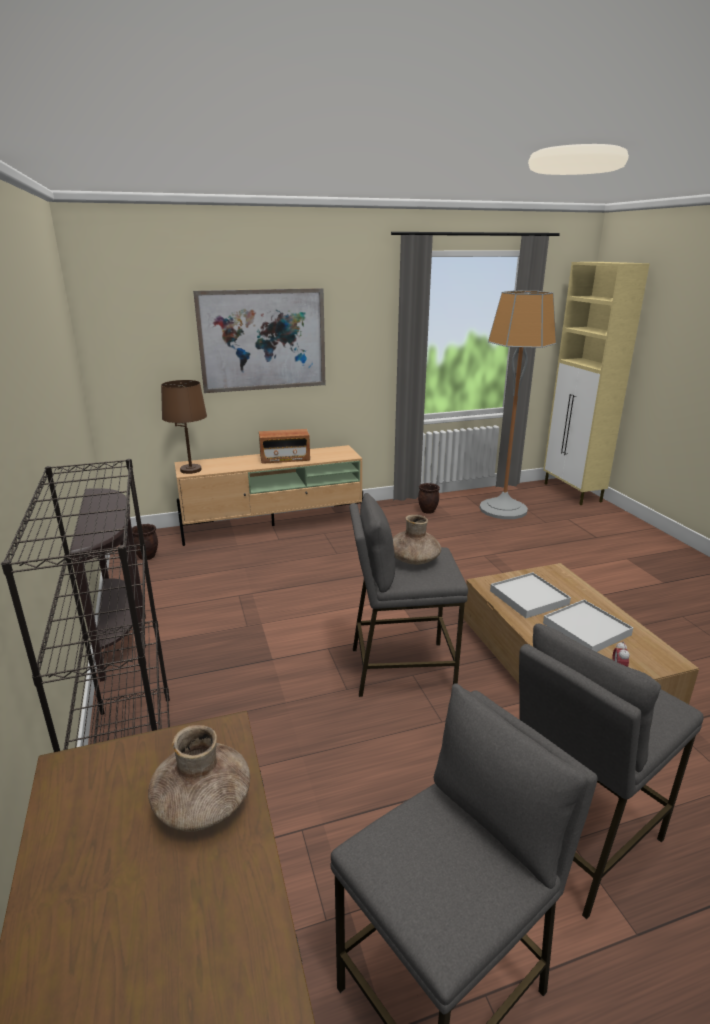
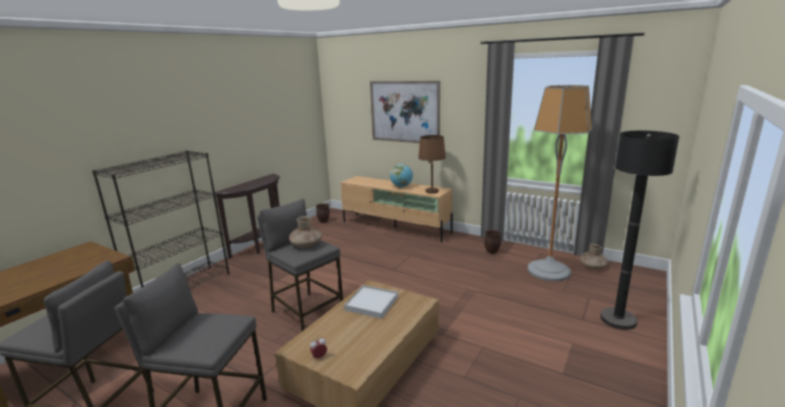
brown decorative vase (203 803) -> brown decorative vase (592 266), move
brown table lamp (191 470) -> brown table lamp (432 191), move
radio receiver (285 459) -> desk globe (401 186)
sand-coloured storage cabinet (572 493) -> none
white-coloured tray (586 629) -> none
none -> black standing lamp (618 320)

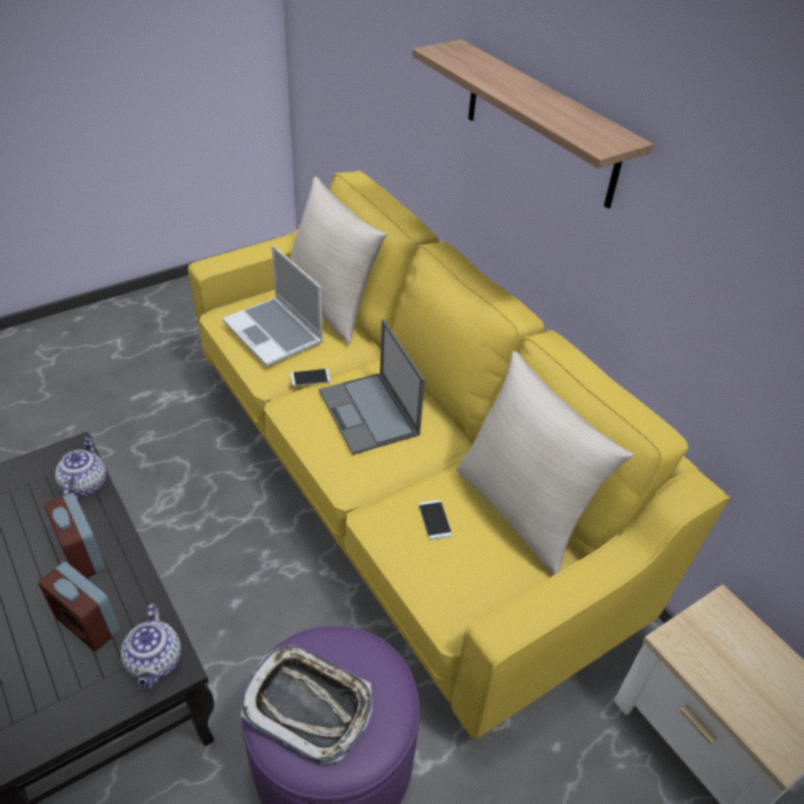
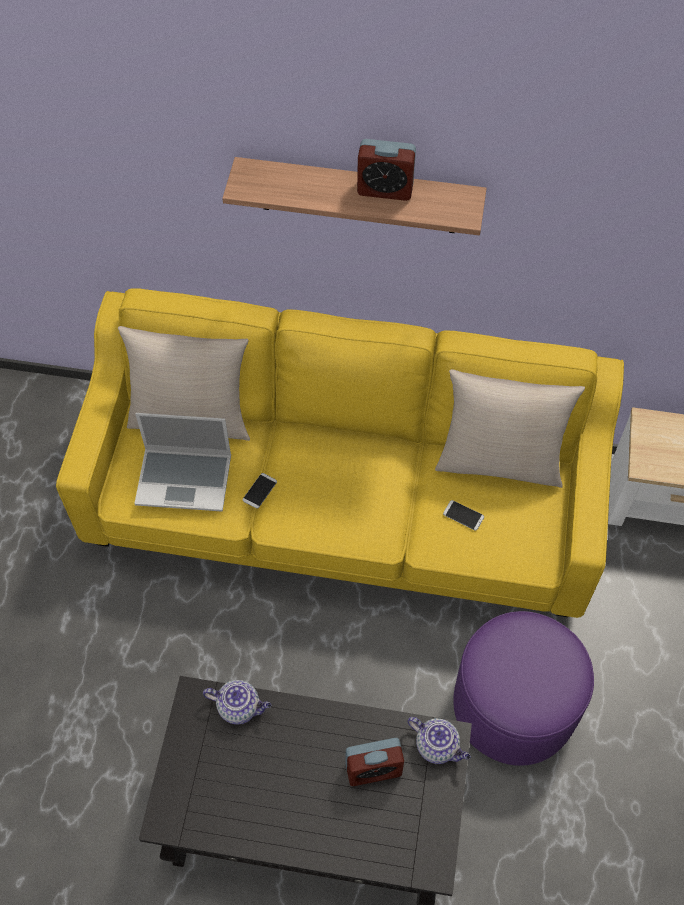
table clock (83 555) -> table clock (385 189), move
pot for tea (85 485) -> pot for tea (240 707), 150 degrees clockwise
tray (308 705) -> none
portable computer (369 413) -> none

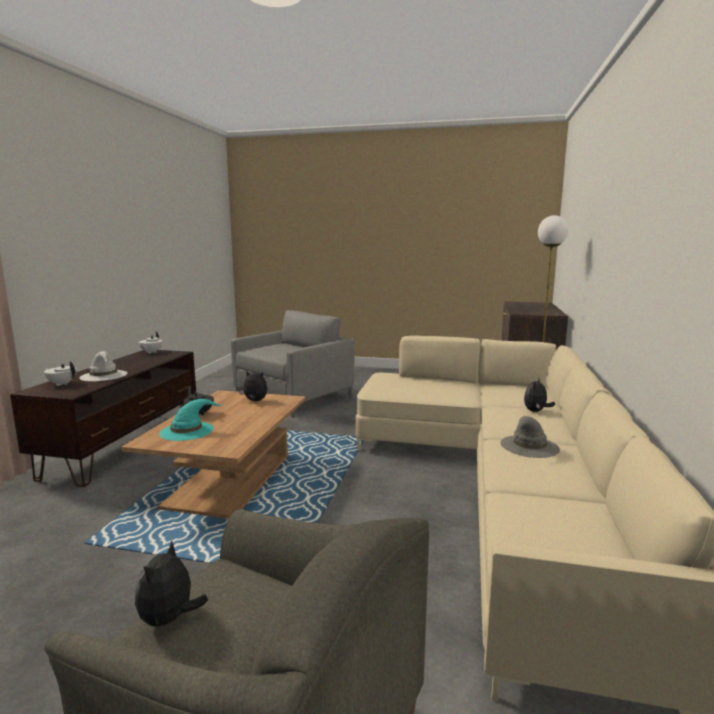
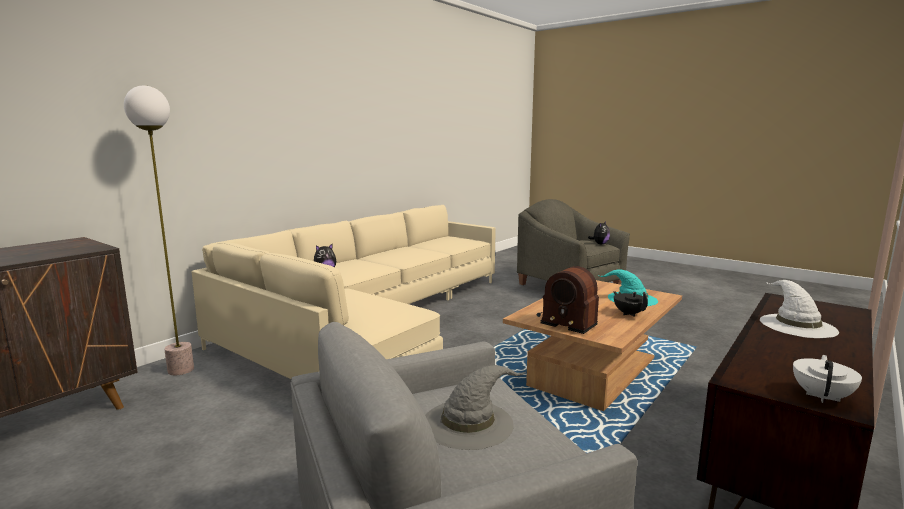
white-coloured pot for tea (62 384) -> none
cuddly toy (255 401) -> radio receiver (566 320)
greyish clothing hat (529 446) -> greyish clothing hat (469 422), move

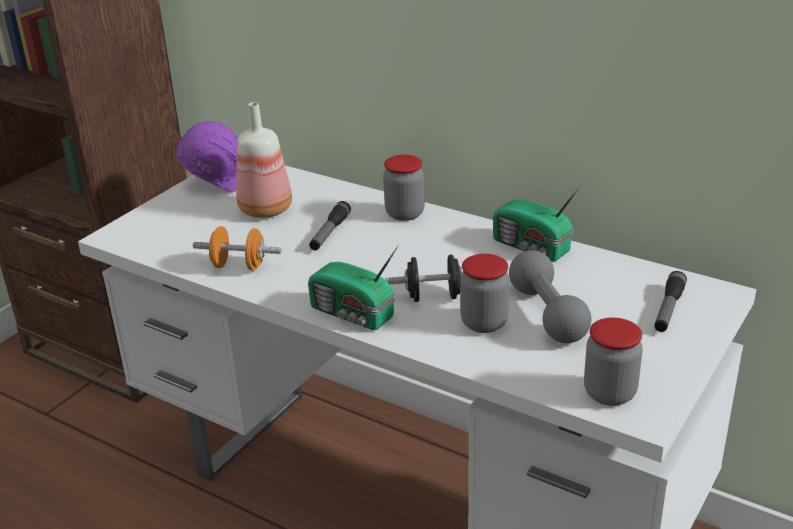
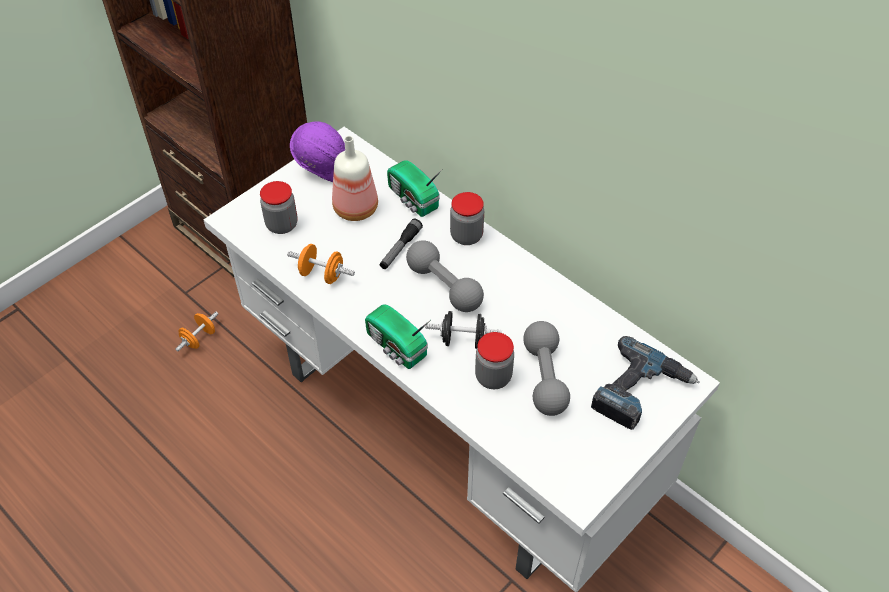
radio receiver (532 247) -> radio receiver (413 199), move
storage jar (609 393) -> storage jar (282 225), move
flashlight (668 309) -> drill (640 391)
none -> orange-coloured dumbbell (199 338)
none -> greyish dumbbell (444 286)

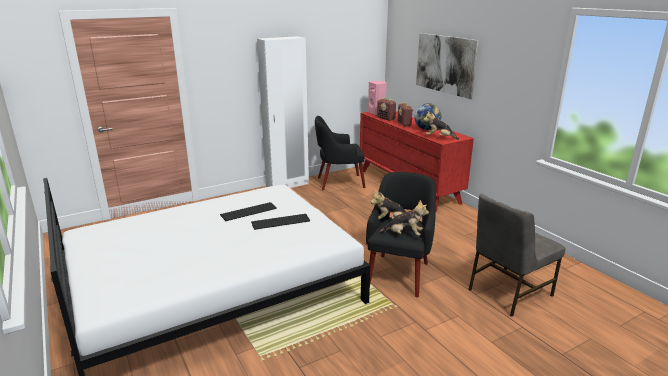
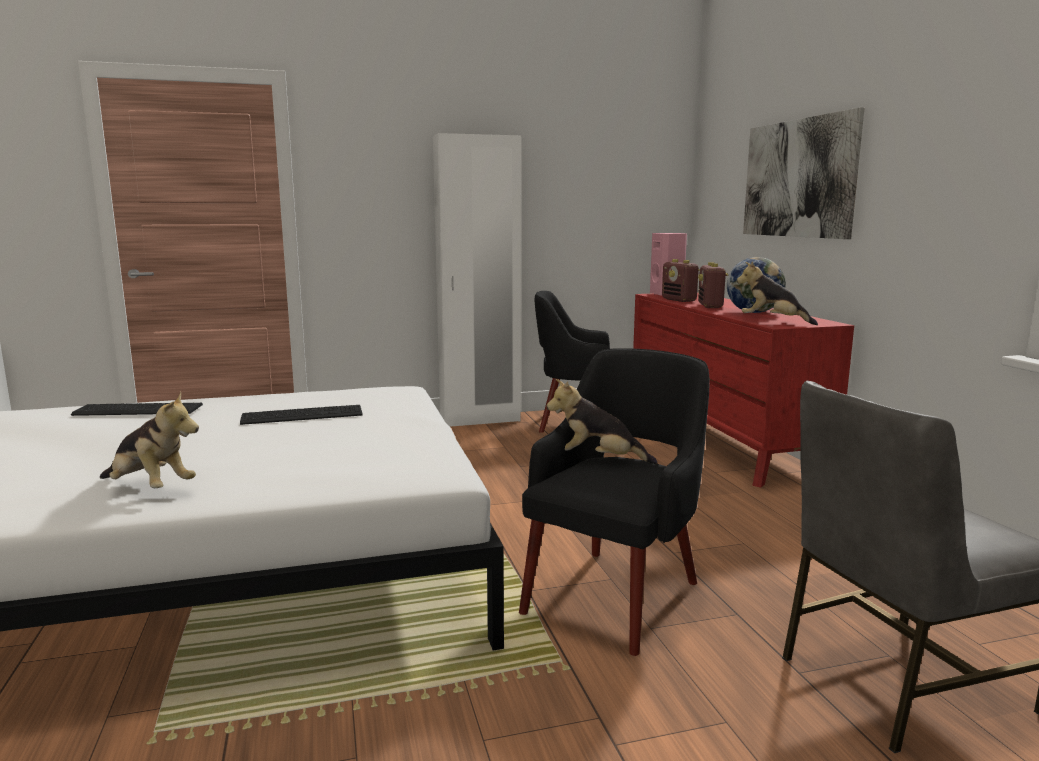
keyboard (279 221) -> keyboard (138 409), move
cuddly toy (404 234) -> cuddly toy (150 488), move

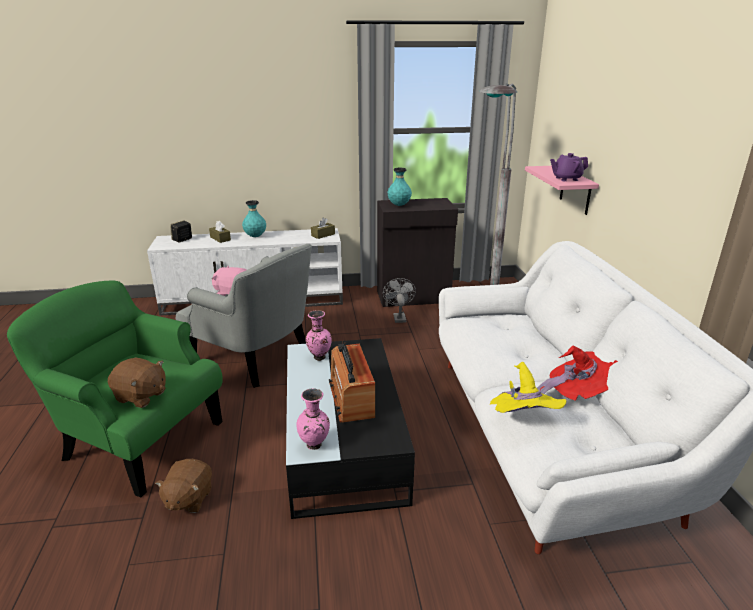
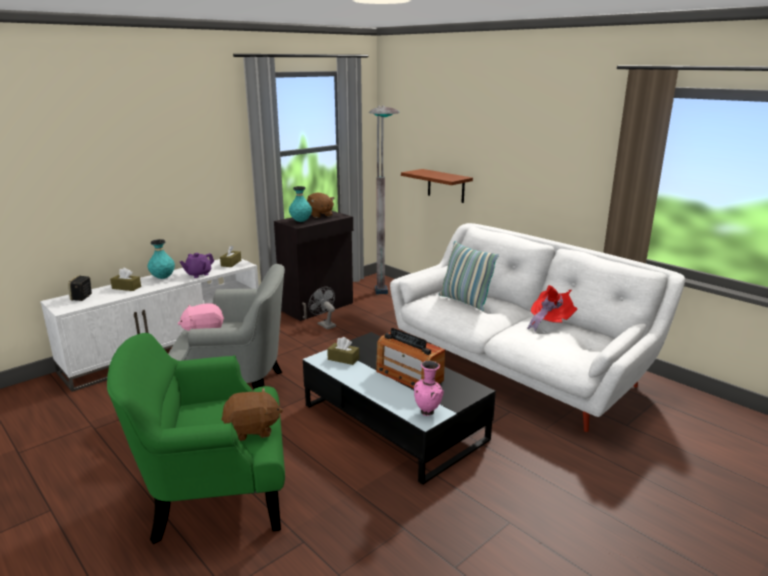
brown cuddly toy (188 499) -> brown cuddly toy (320 215), move
pink-coloured decorative vase (318 357) -> brown box of tissues (343 359)
yellowish clothing hat (522 421) -> none
pink-coloured wall shelf (575 190) -> brown wall shelf (446 186)
purplish pot for tea (566 179) -> purplish pot for tea (198 274), move
none -> throw pillow (464 301)

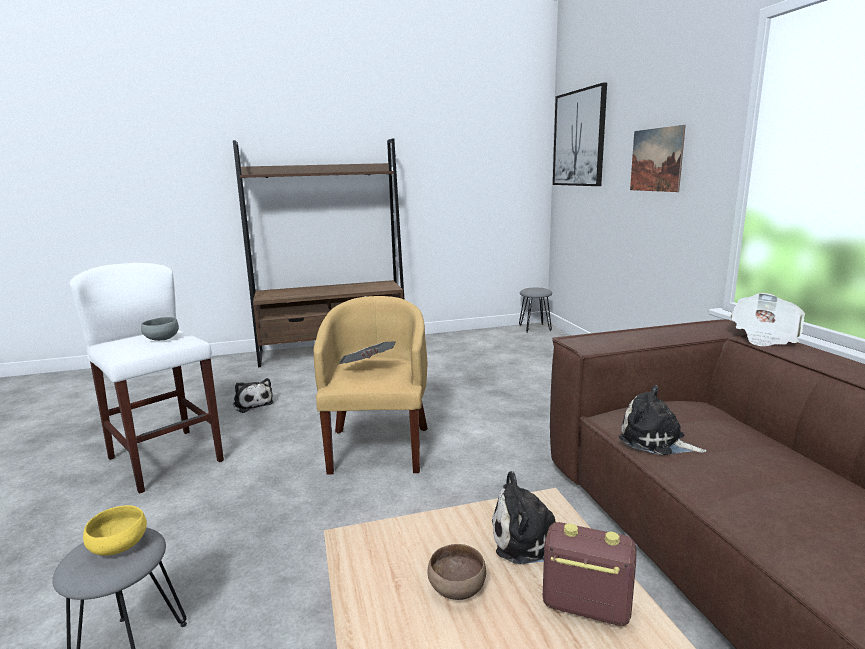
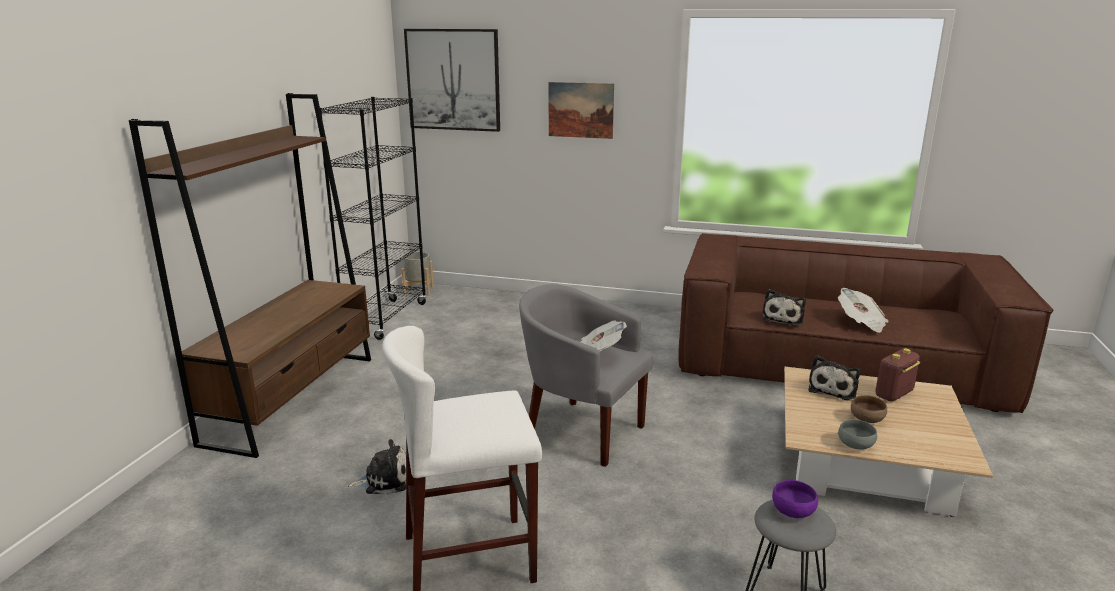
yellowish deep dish (120 547) -> purplish deep dish (793 511)
greyish deep dish (161 339) -> greyish deep dish (856 446), move
yellowish armchair (378 447) -> greyish armchair (581 431)
greyish stool (534 328) -> greyish planter (419 291)
cuddly toy (656 441) -> cuddly toy (783 318), 45 degrees counterclockwise
newspaper (764 337) -> newspaper (861 323), move
none -> black shelving unit (386 319)

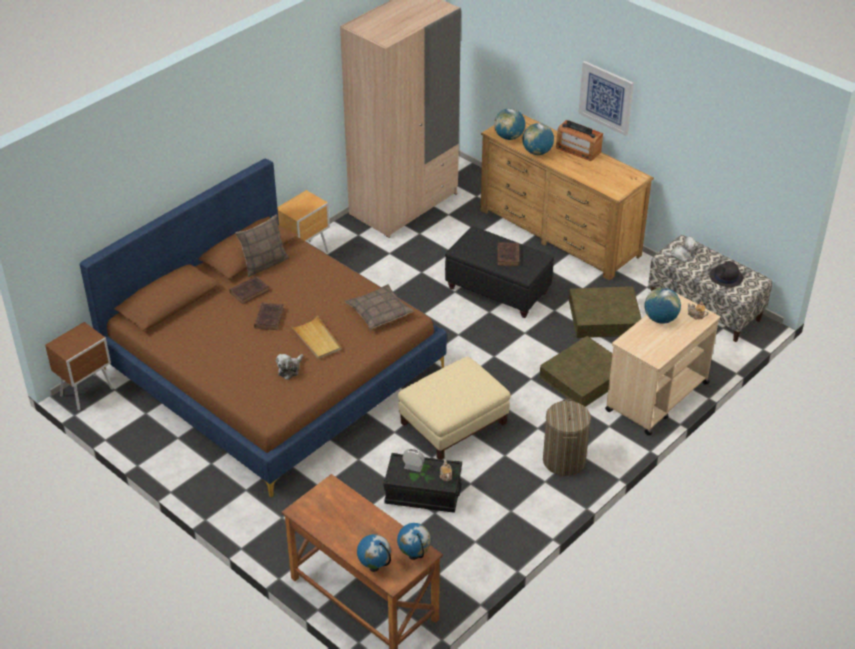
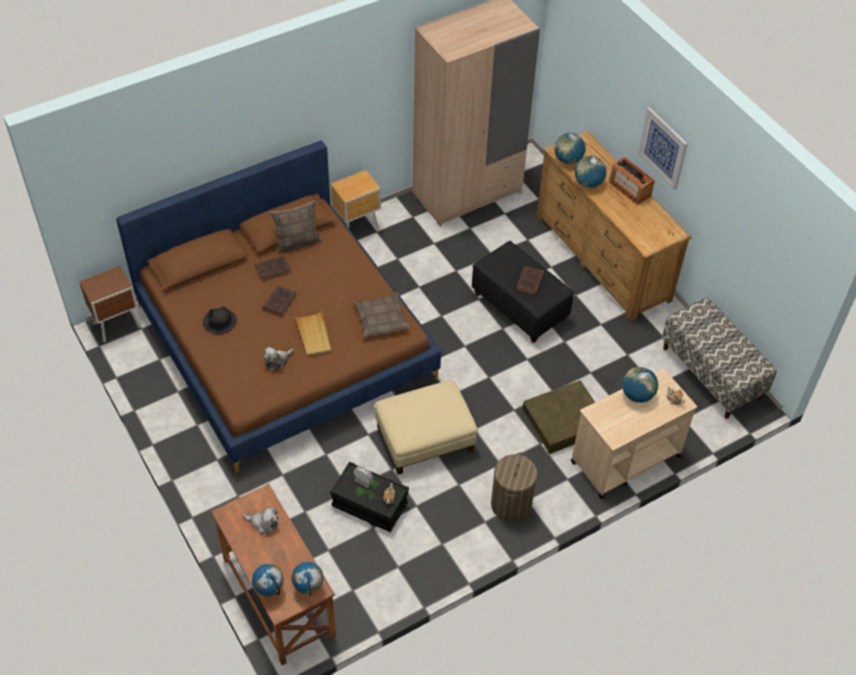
brown storage container (604 317) -> none
cuddly toy (681 256) -> cuddly toy (263 523), move
black clothing hat (726 277) -> black clothing hat (219 322), move

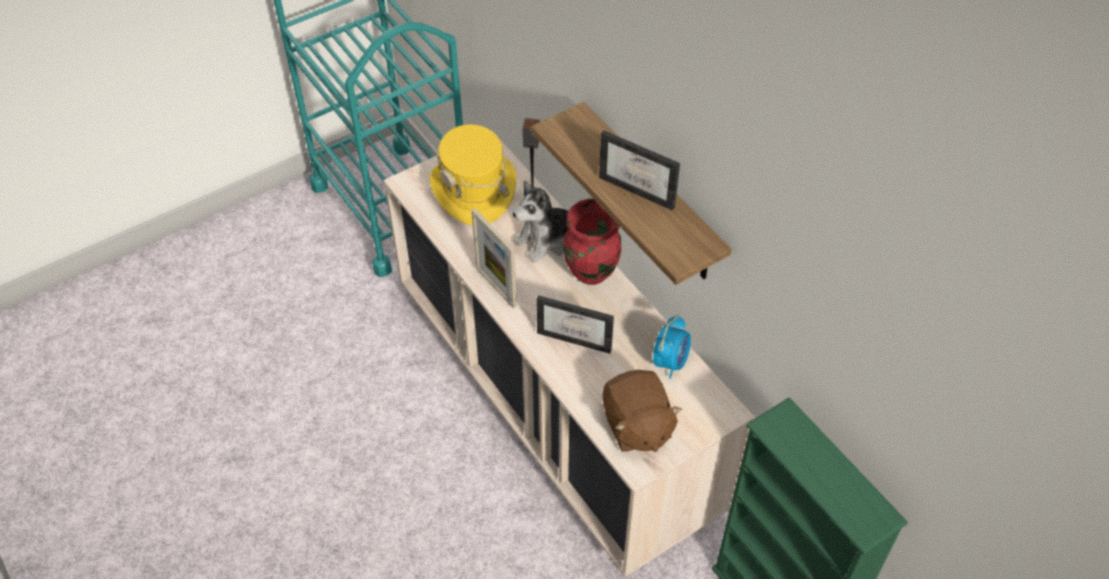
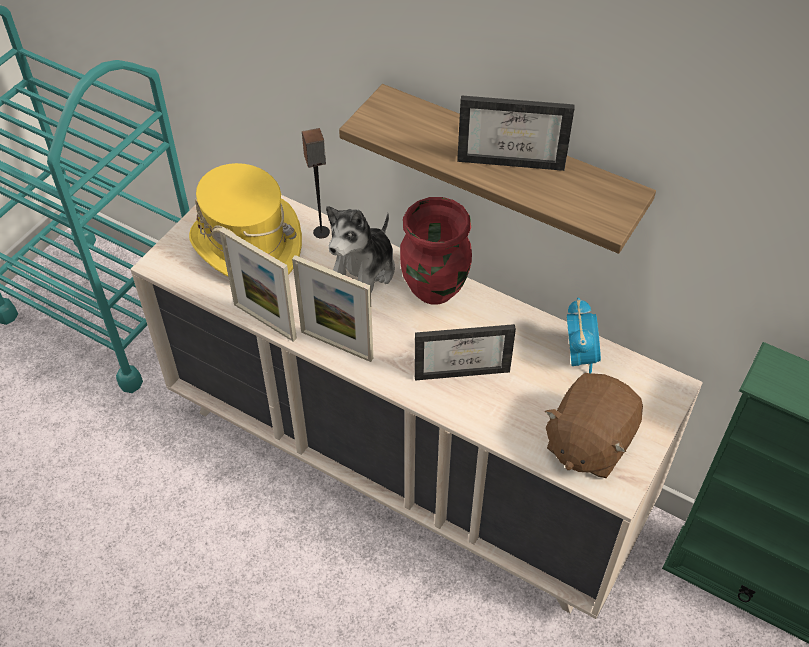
brown cuddly toy (636 426) -> brown cuddly toy (588 442), 75 degrees clockwise
none -> picture frame (265 321)

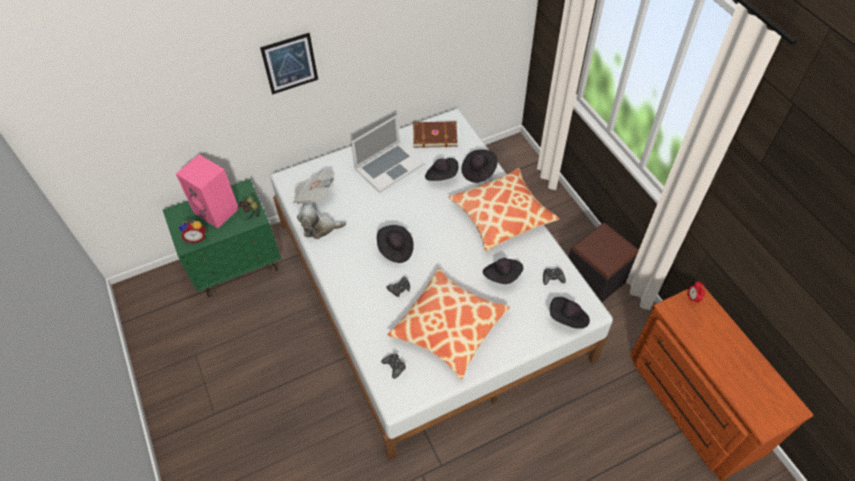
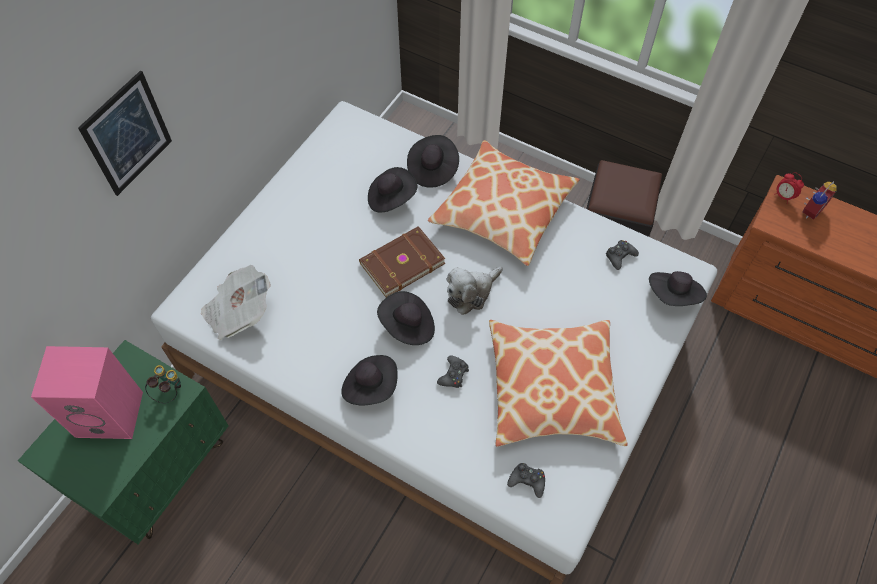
table clock (196 237) -> table clock (809 210), move
cuddly toy (320 228) -> cuddly toy (471 293), move
portable computer (389 166) -> none
brown volume (434 135) -> brown volume (401 262), move
black clothing hat (502 276) -> black clothing hat (371 386), move

